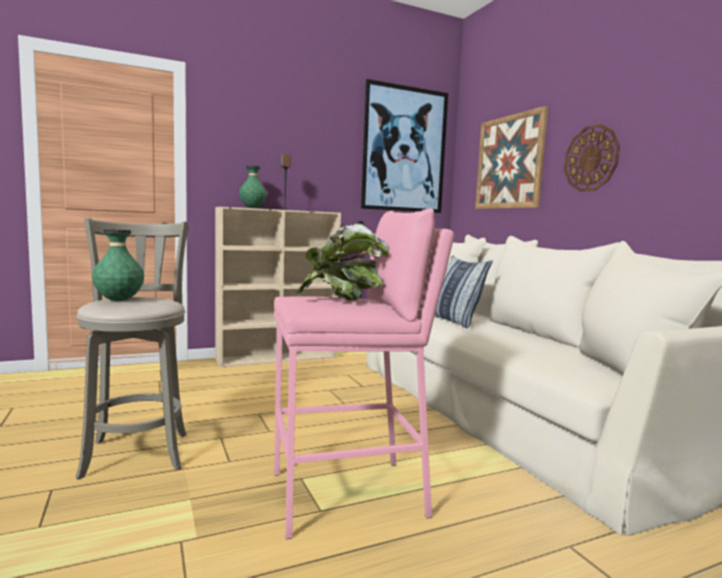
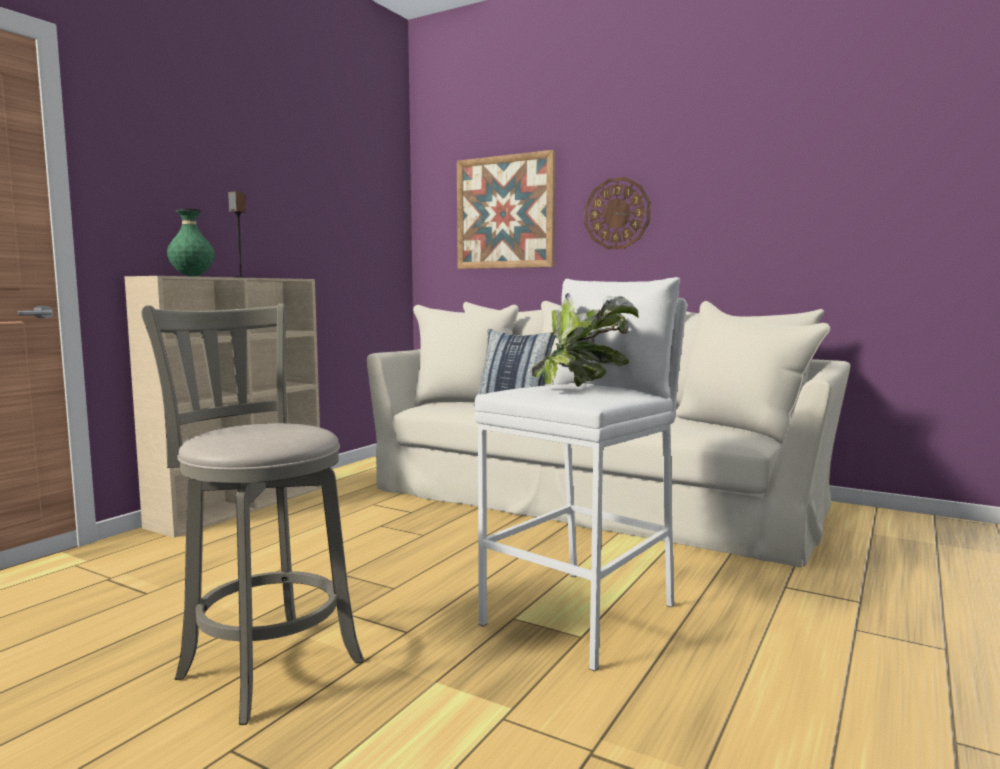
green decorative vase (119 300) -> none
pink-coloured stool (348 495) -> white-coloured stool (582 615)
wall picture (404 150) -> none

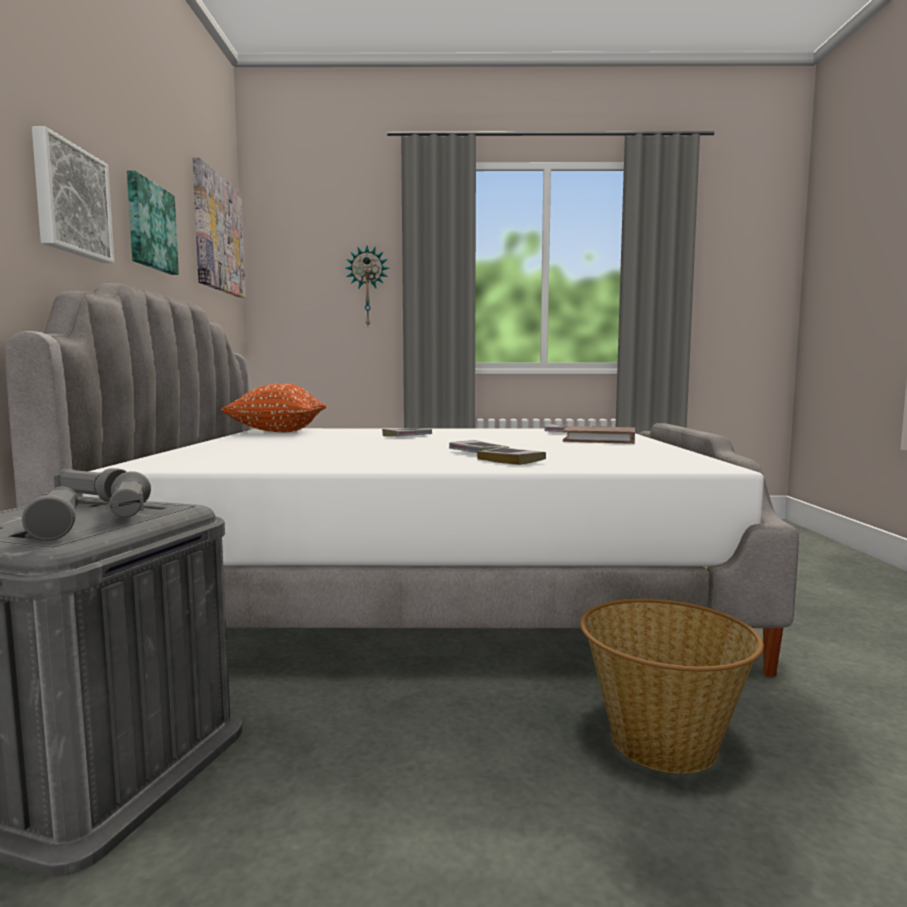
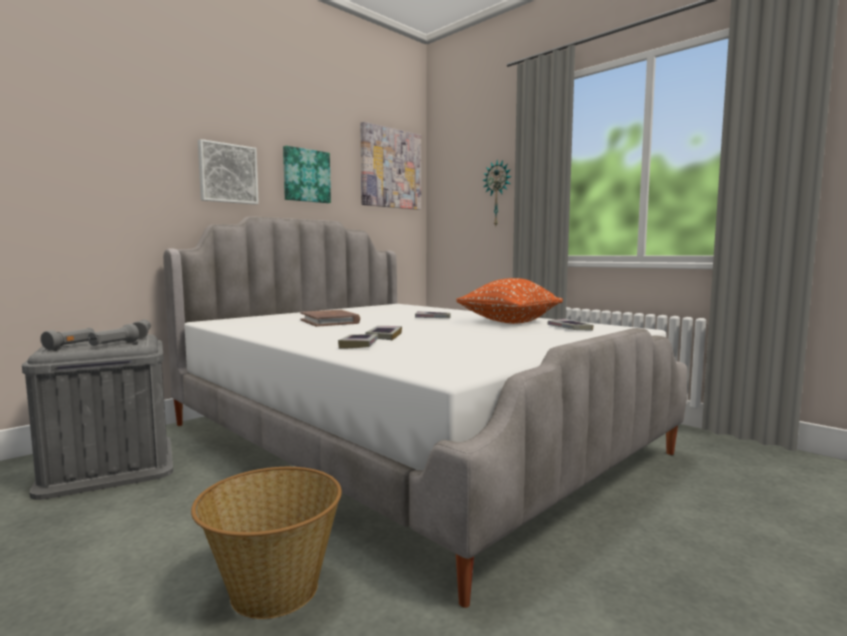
orange-coloured throw pillow (278 432) -> orange-coloured throw pillow (509 322), move
brown volume (599 439) -> brown volume (330 321), move

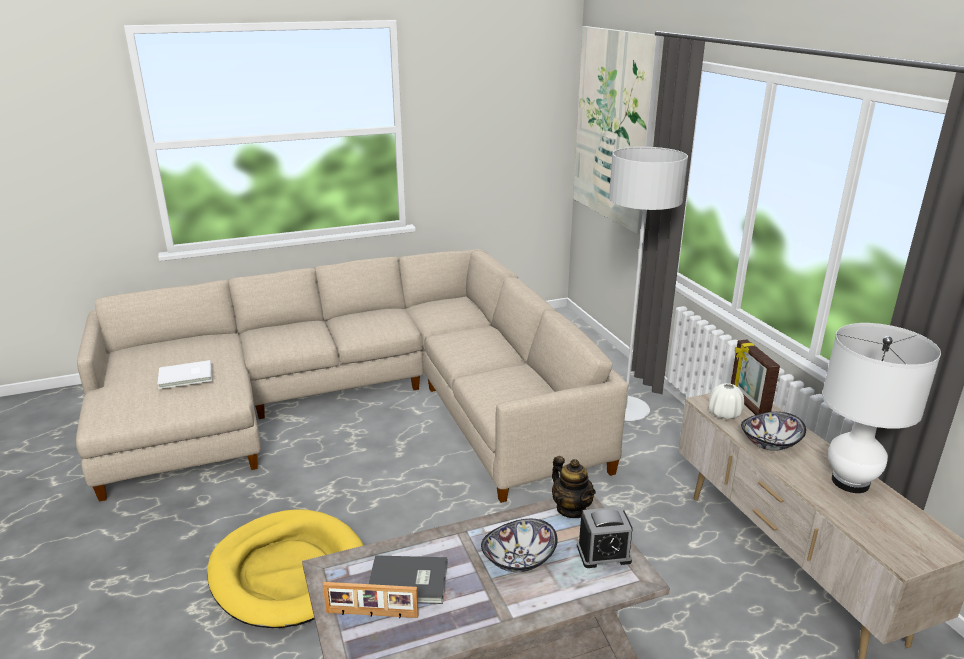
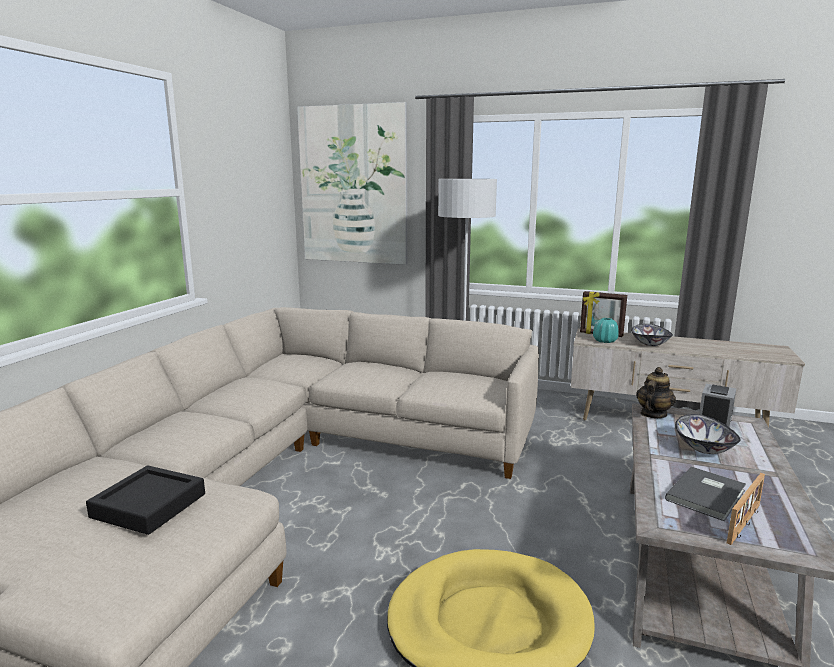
white-coloured volume (186 377) -> black tray (149 505)
pot for tea (571 509) -> pot for tea (653 414), 60 degrees counterclockwise
white-coloured decorative vase (724 414) -> turquoise-coloured decorative vase (605 341)
white-coloured table lamp (850 482) -> none

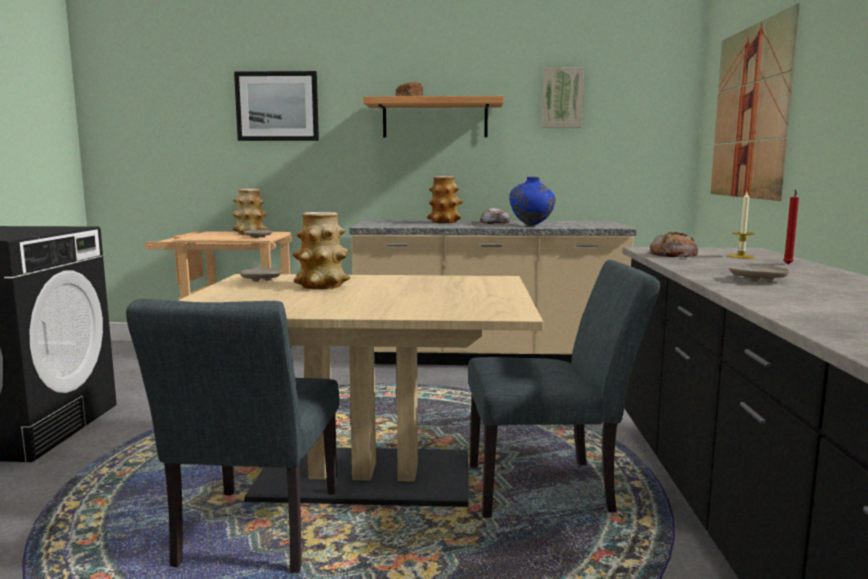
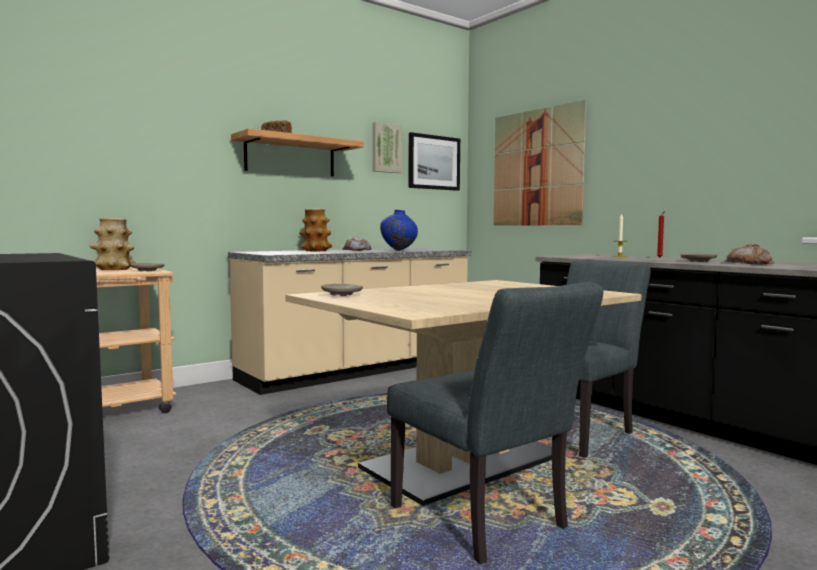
wall picture (277 106) -> wall picture (433 162), move
decorative vase (322 286) -> none
bakery bread (673 255) -> bakery bread (749 263), move

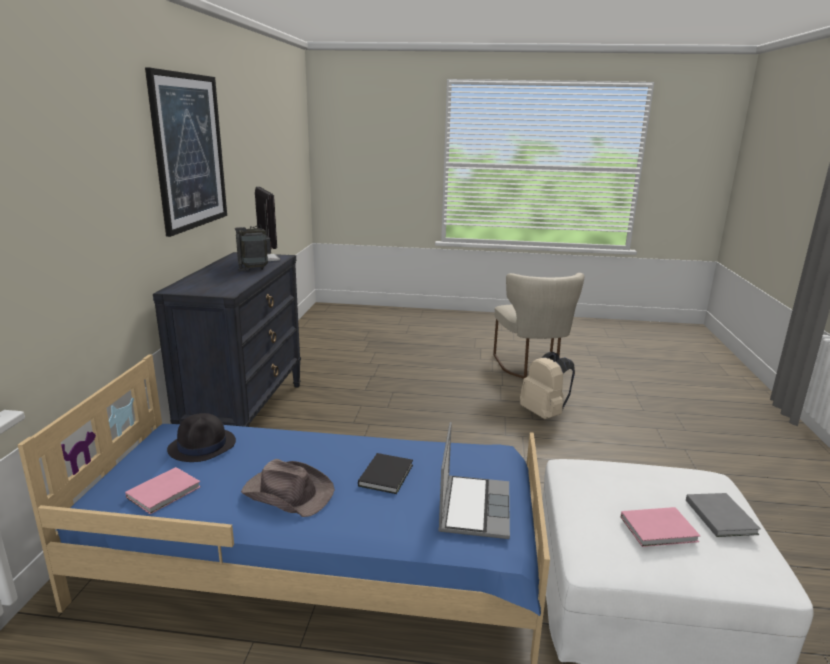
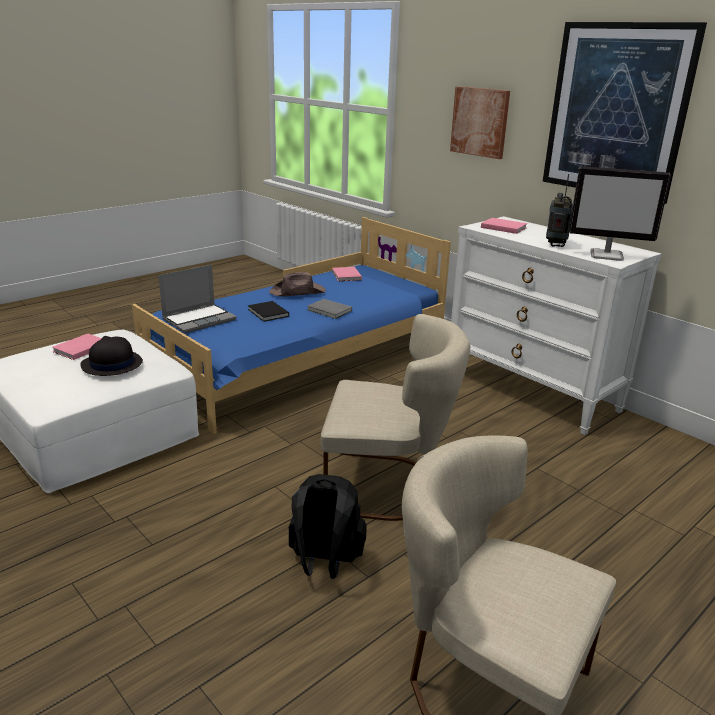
black dresser (245 415) -> white-coloured dresser (532 391)
black clothing hat (202 446) -> black clothing hat (111 364), move
portable computer (473 507) -> portable computer (199 319), 90 degrees counterclockwise
sand-coloured backpack (544 414) -> black backpack (324 564)
greyish volume (720 515) -> greyish volume (330 311), move
none -> sand-coloured chair (388 487)
none -> wall picture (480 122)
none -> pink-coloured volume (502 227)

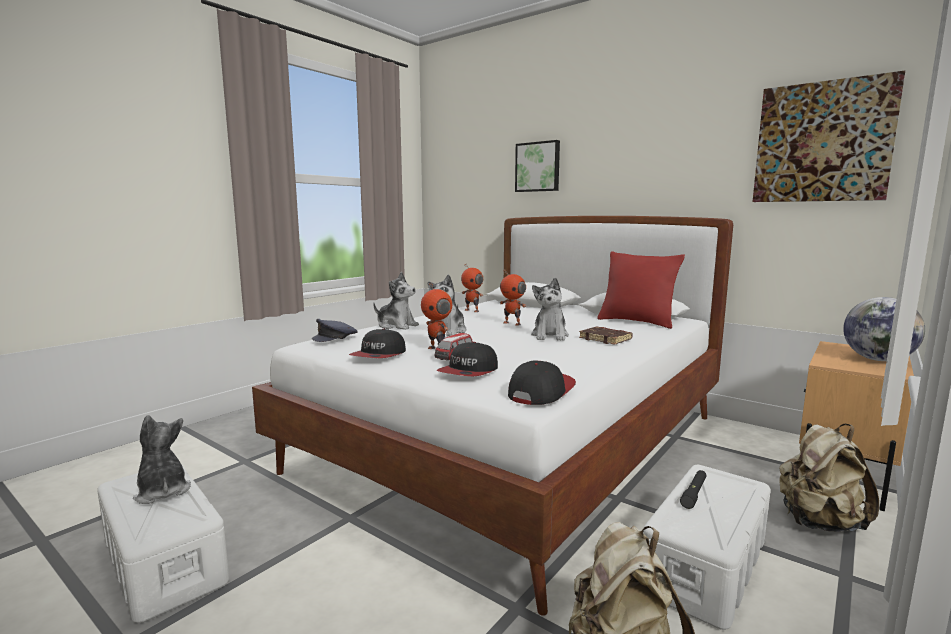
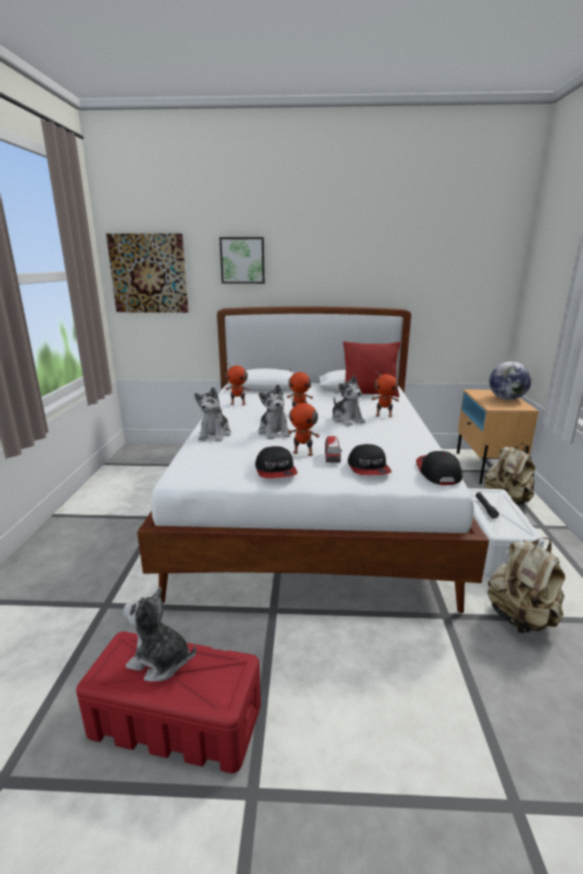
white-coloured storage container (164 561) -> red storage container (175 720)
greyish peaked cap (336 337) -> none
cuddly toy (396 326) -> cuddly toy (215 435), 105 degrees clockwise
brown volume (606 339) -> model robot (384 415)
wall picture (822 142) -> wall picture (149 273), move

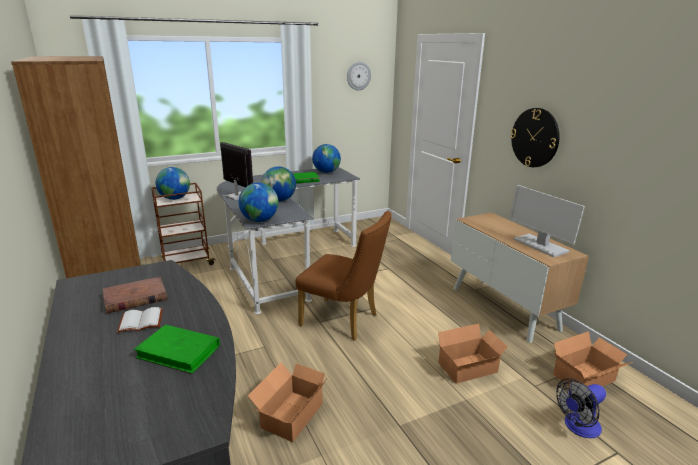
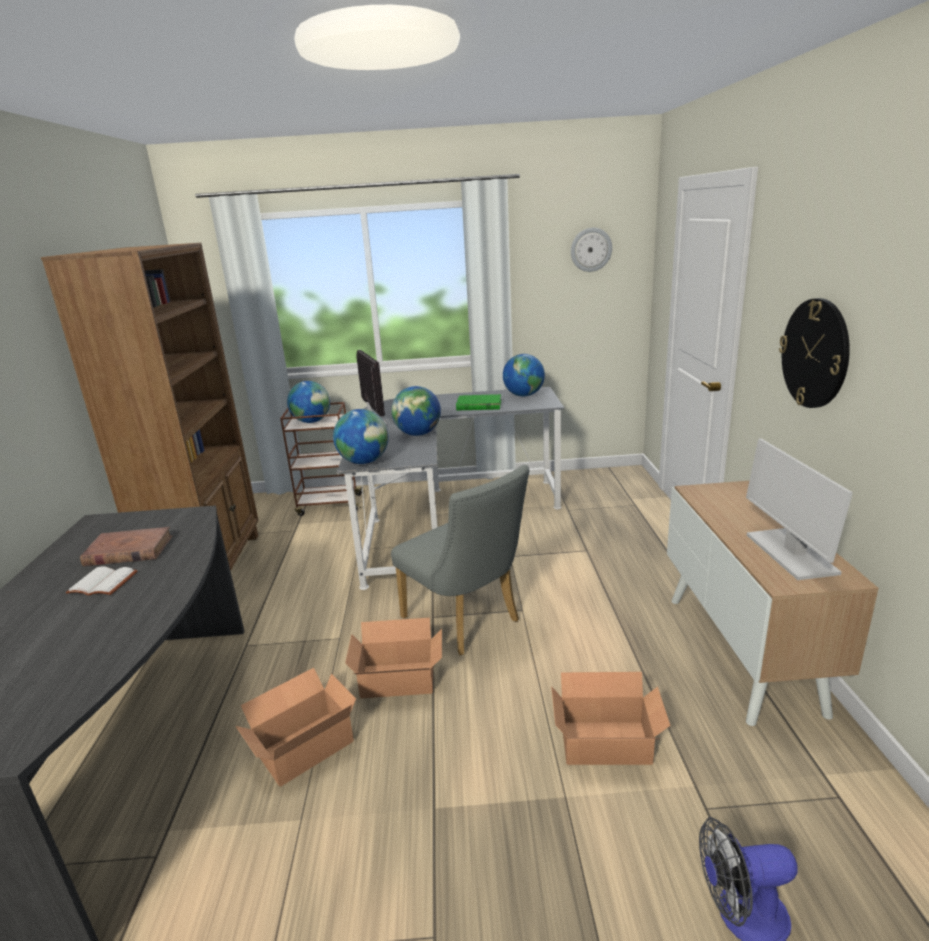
green volume (179 351) -> none
brown chair (344 321) -> greyish chair (466 622)
cardboard box (586 378) -> cardboard box (399 681), move

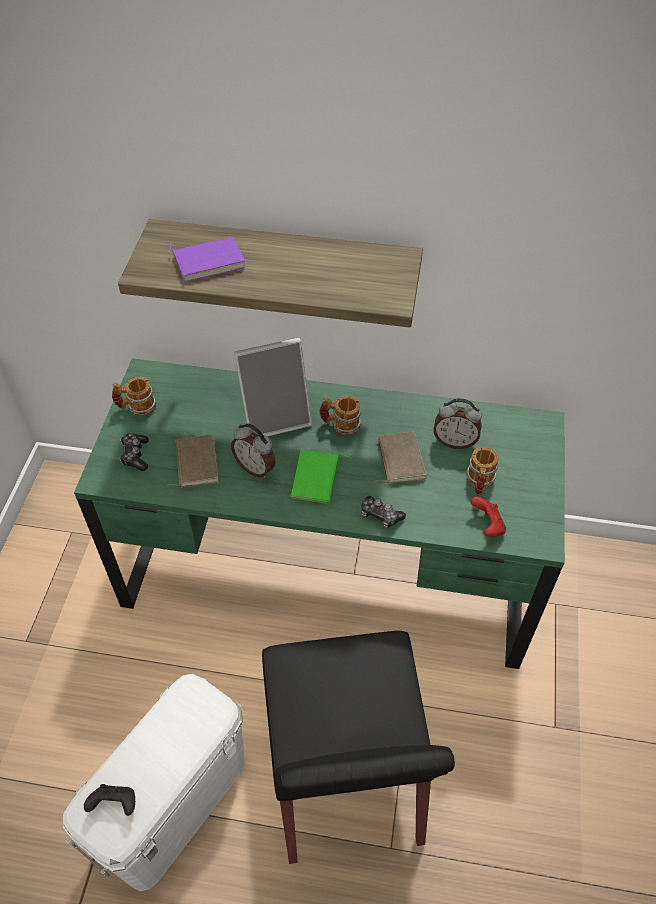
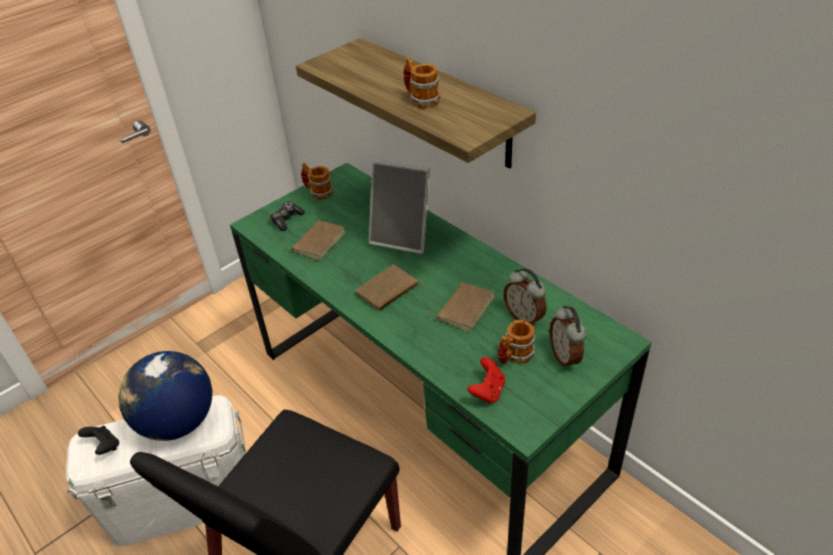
purplish volume (209 260) -> none
table clock (255 467) -> table clock (565 357), move
green volume (317 479) -> brown volume (388 291)
tea mug (340 425) -> tea mug (421 99), move
gamepad (380 516) -> none
none -> desk globe (177 422)

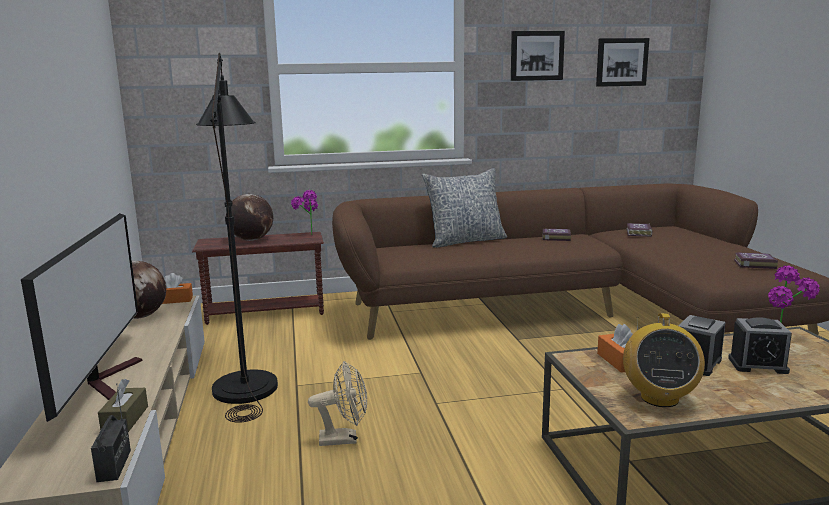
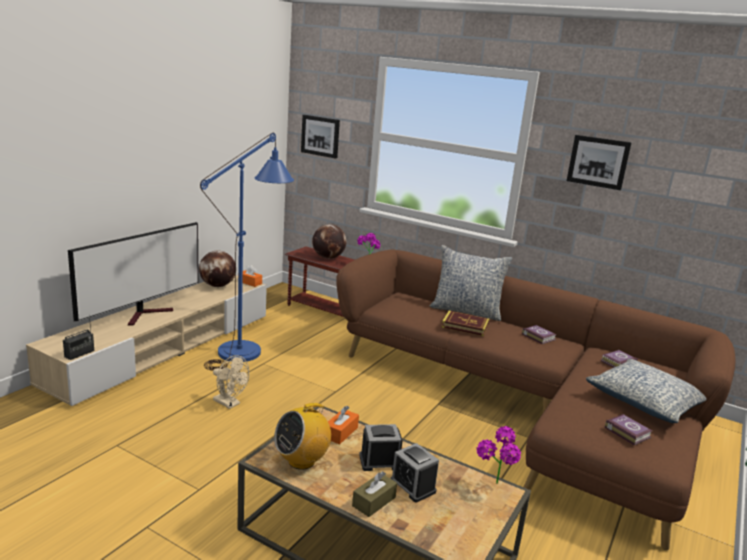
brown box of tissues (125 419) -> brown box of tissues (374 501), move
black standing lamp (246 380) -> bluish standing lamp (247 348)
wall picture (621 62) -> wall picture (320 136), move
none -> volume (465 326)
none -> throw pillow (646 402)

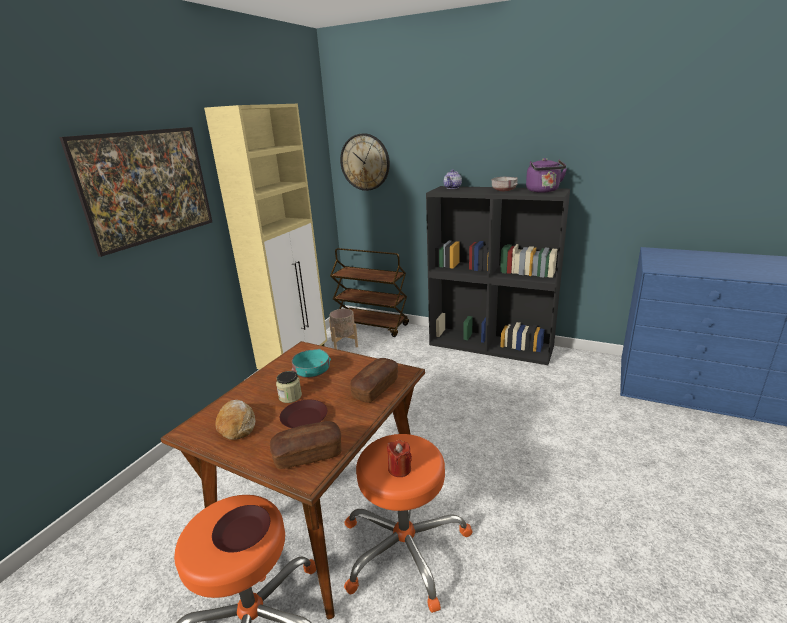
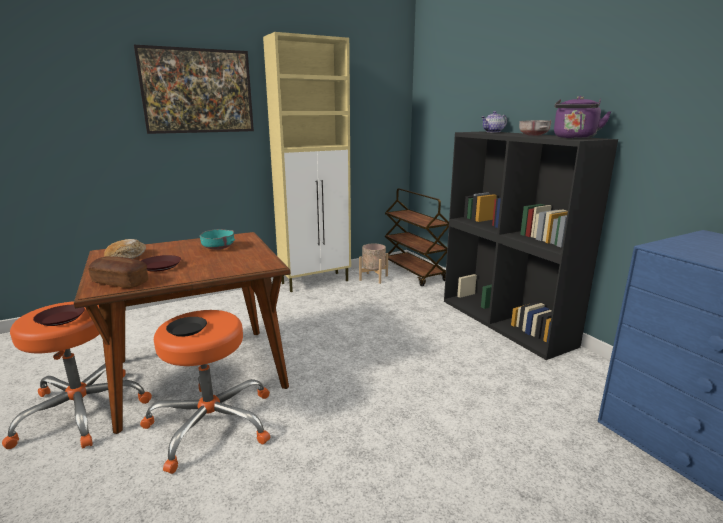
storage jar (290 396) -> none
wall clock (365 162) -> none
bakery bread (375 388) -> none
red candle (399 469) -> black dinner plate (187 329)

